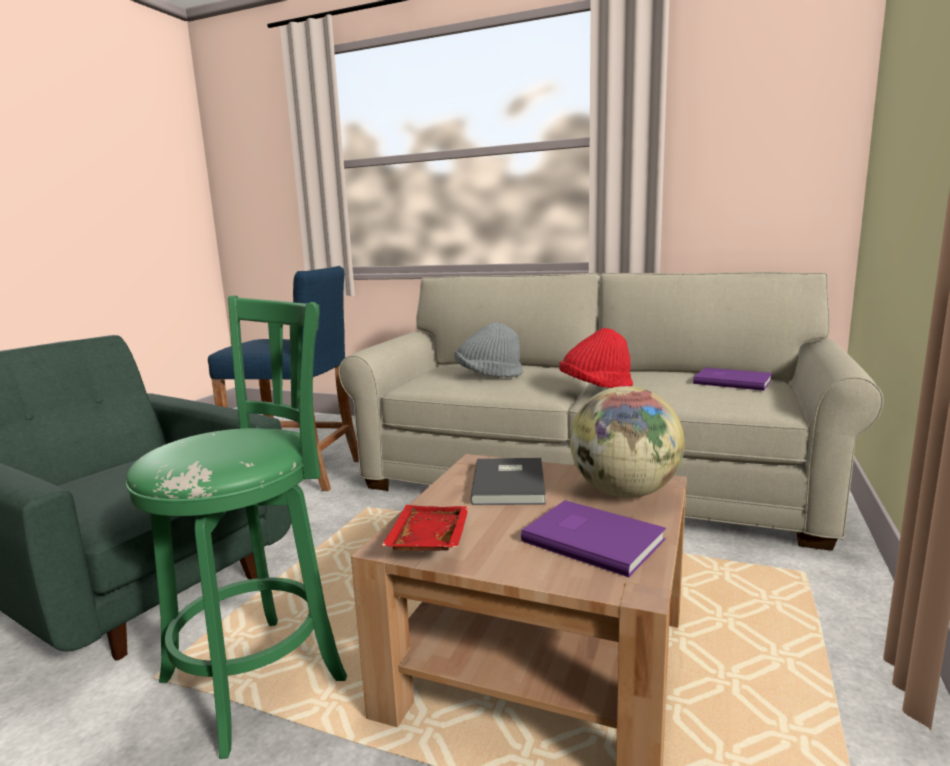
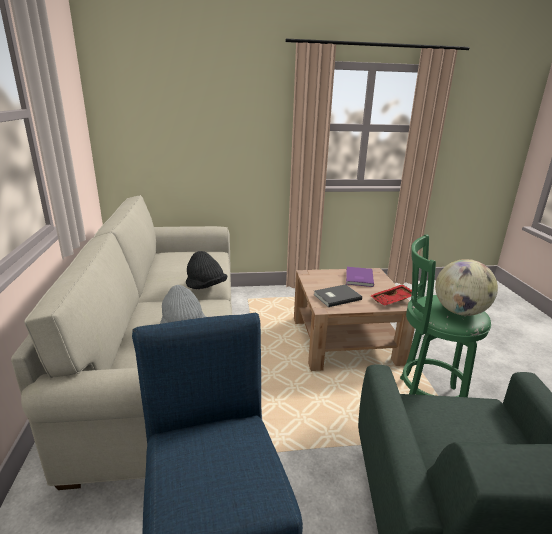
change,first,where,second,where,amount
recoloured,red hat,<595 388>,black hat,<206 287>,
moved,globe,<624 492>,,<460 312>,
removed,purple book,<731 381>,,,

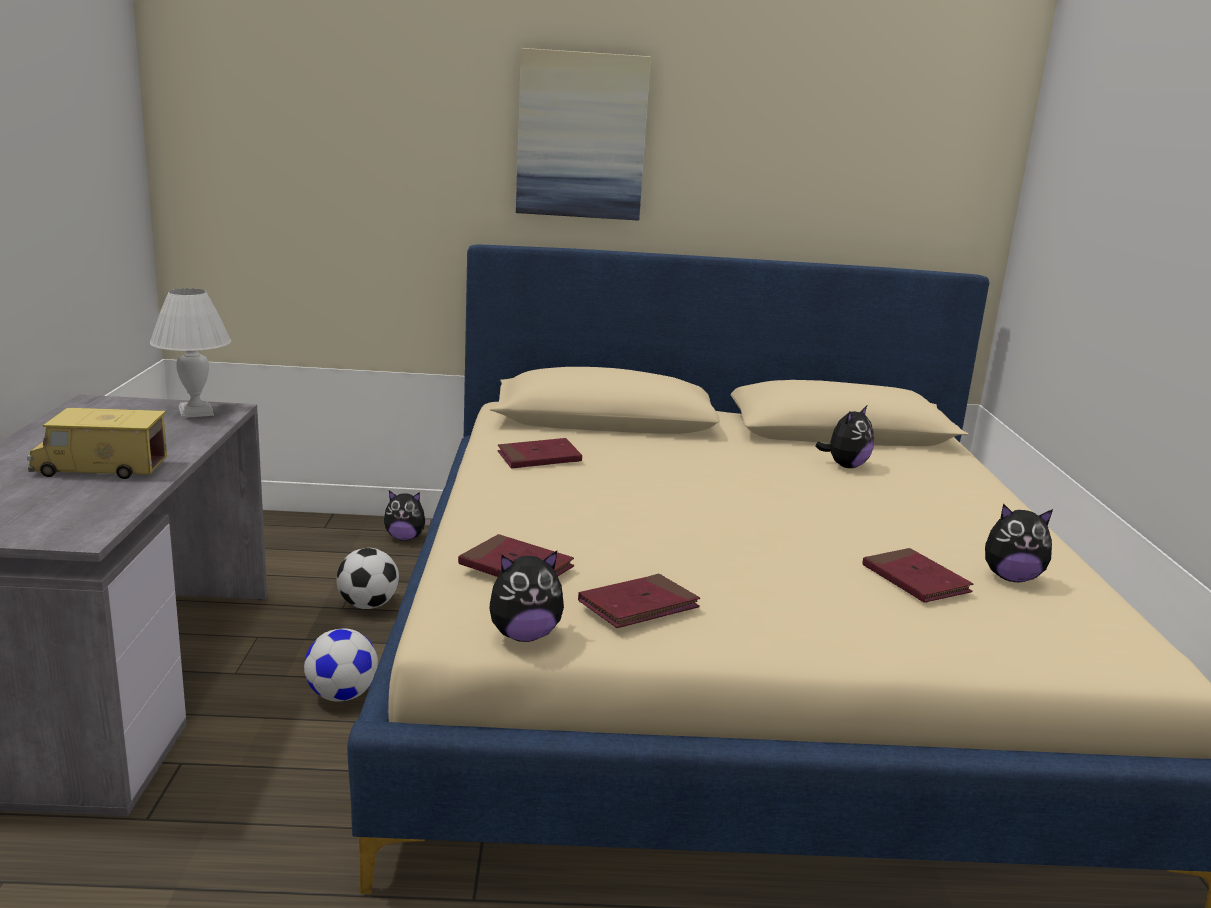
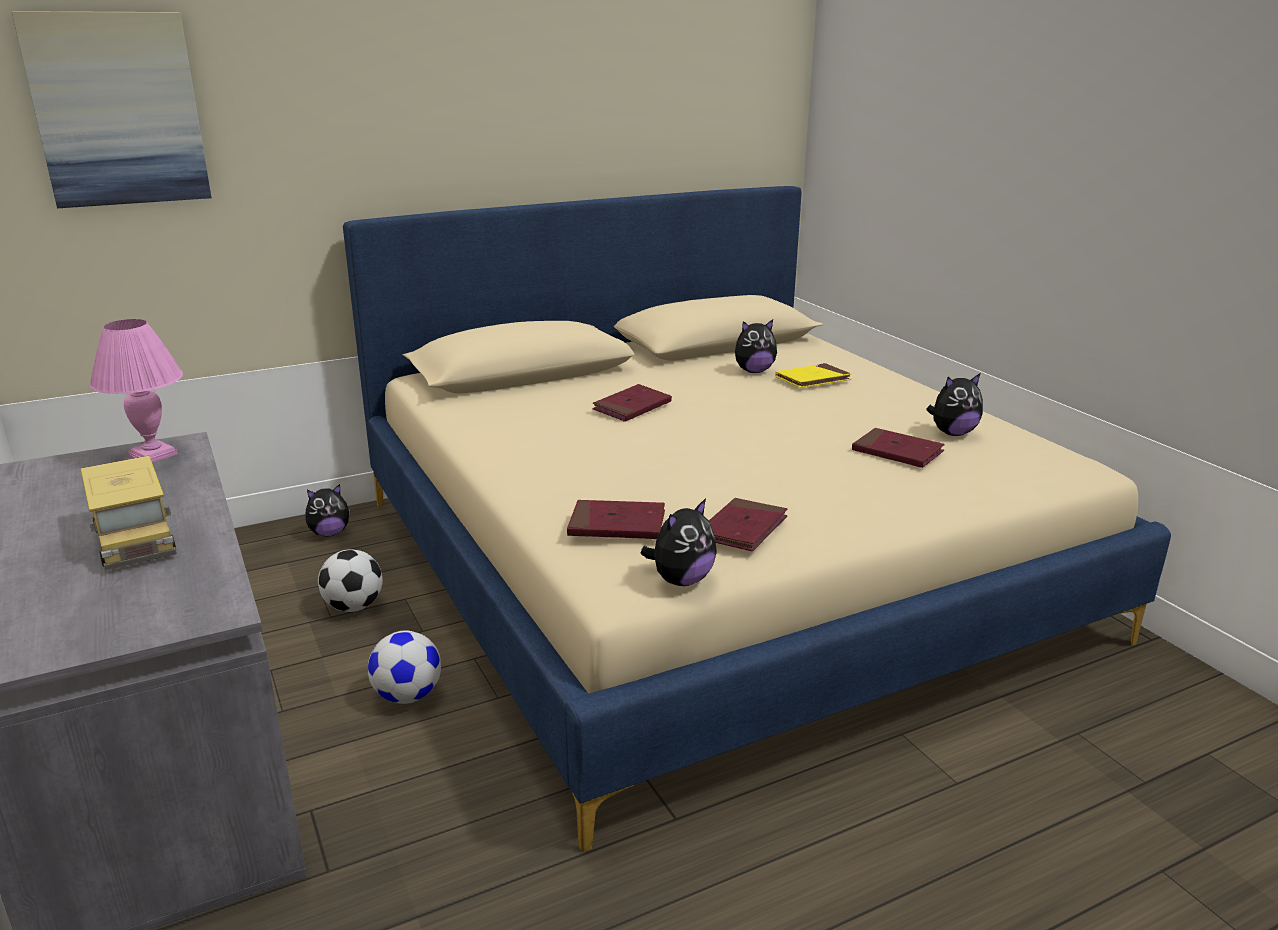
change,first,where,second,where,amount
turned,toy truck,<101 468>,,<135 538>,90 degrees counterclockwise
recoloured,white table lamp,<195 412>,pink table lamp,<152 455>,
moved,red book,<539 458>,,<632 407>,
moved,picture,<581 136>,,<117 110>,
turned,plush toy,<845 466>,,<753 371>,60 degrees clockwise
added,,,yellow book,<813 379>,

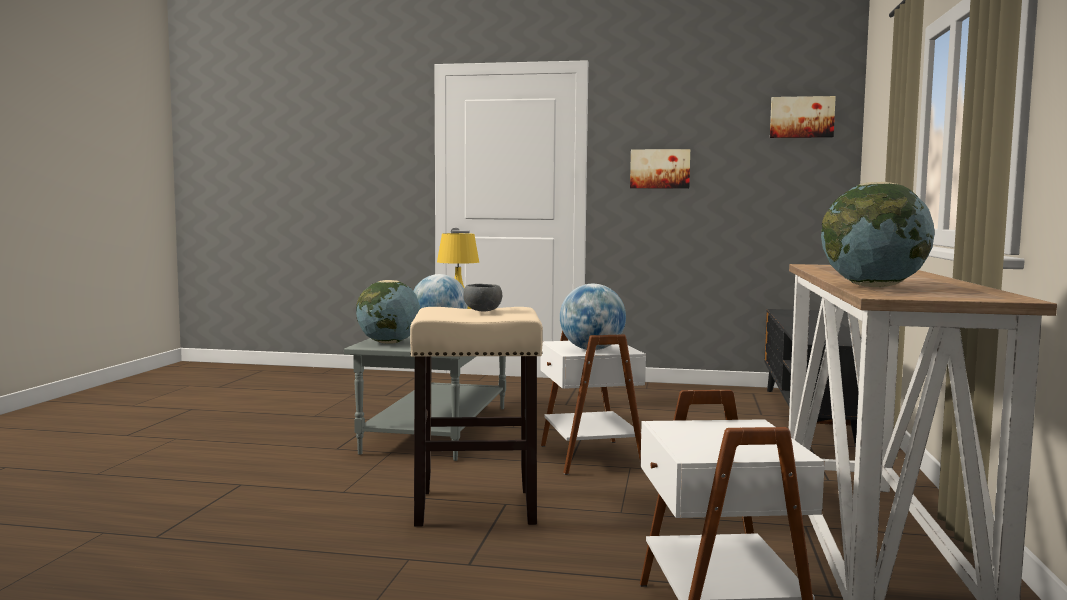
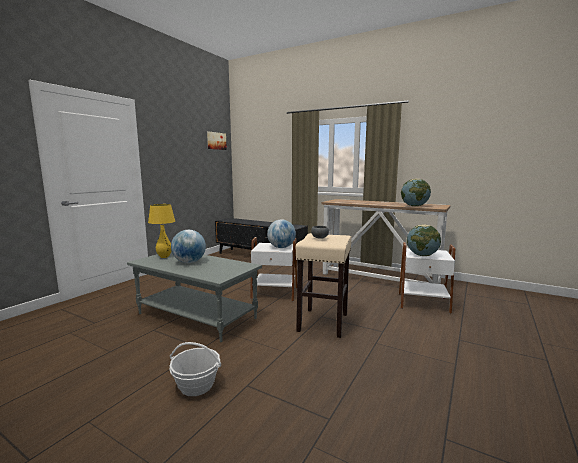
change,first,where,second,where,amount
moved,globe,<388 343>,,<422 255>,
removed,picture,<660 169>,,,
added,,,basket,<196 385>,

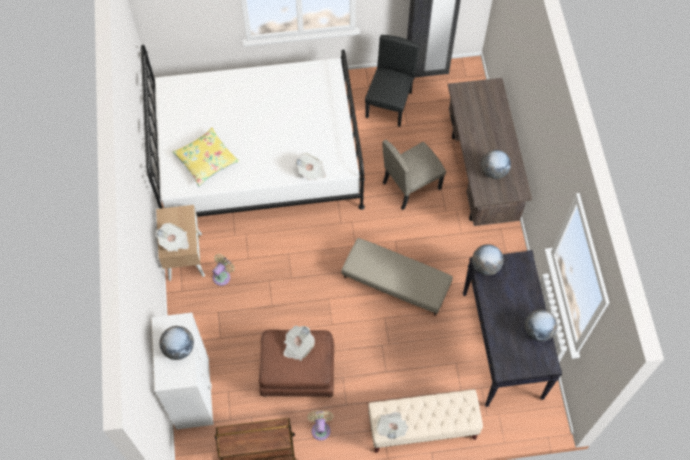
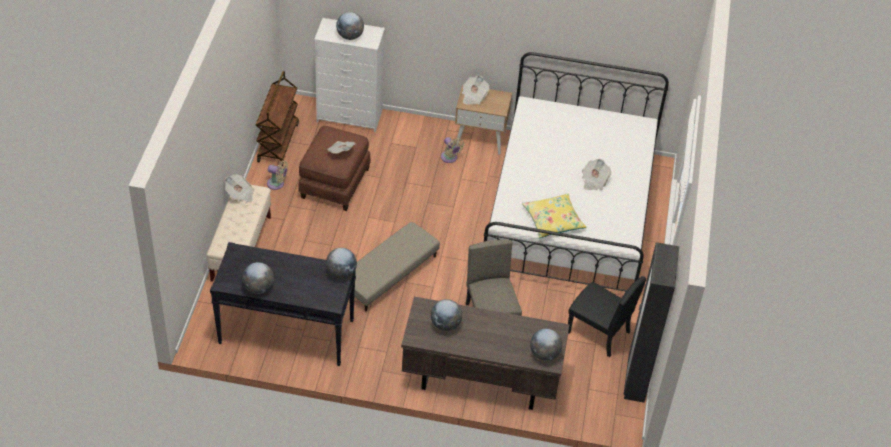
change,first,where,second,where,amount
moved,yellow pillow,<206 160>,,<553 220>,
moved,newspaper,<311 171>,,<594 181>,
added,,,globe,<544 354>,

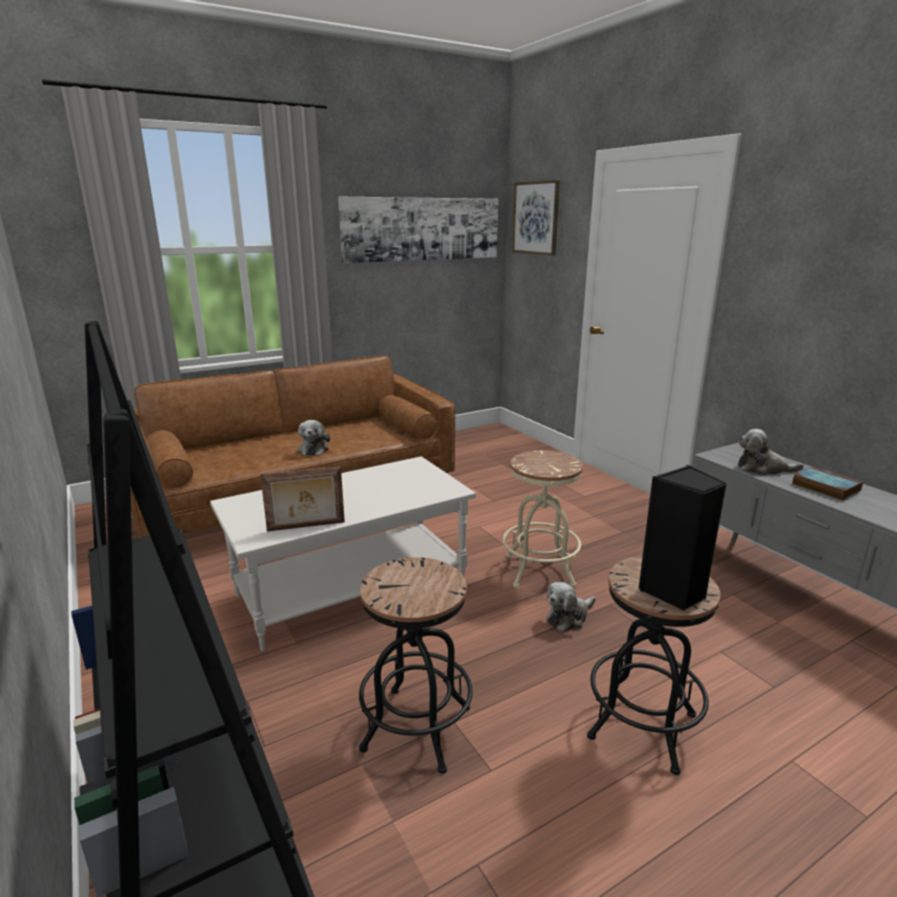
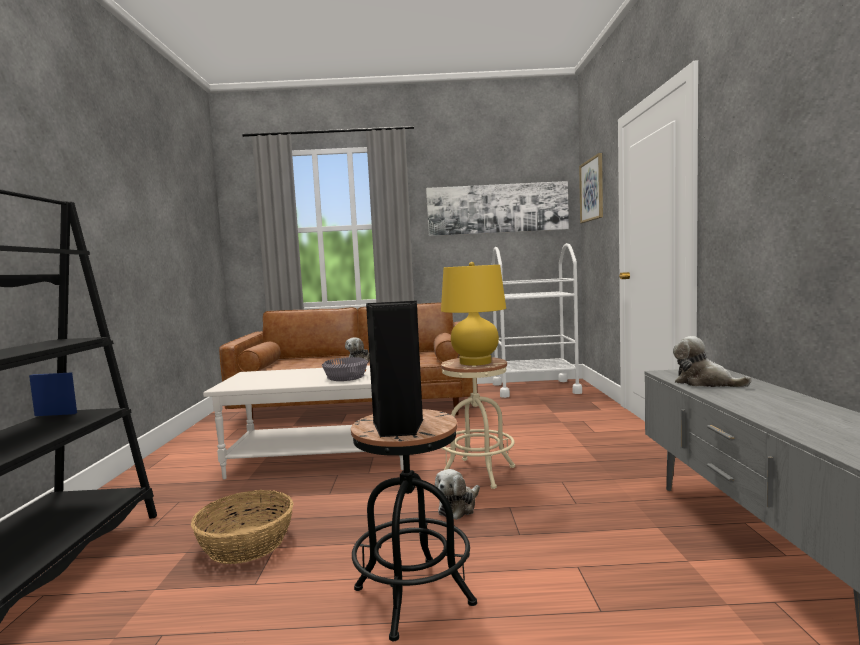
change,first,where,second,where,amount
removed,picture frame,<306 527>,,,
replaced,black stool,<416 728>,basket,<246 543>,
turned,plush toy,<569 617>,,<458 507>,45 degrees counterclockwise
removed,book,<823 487>,,,
added,,,grey bowl,<346 377>,
added,,,yellow table lamp,<475 362>,
added,,,white cart,<535 388>,

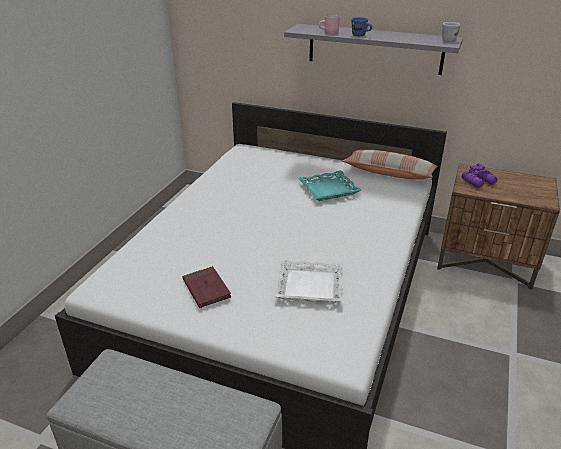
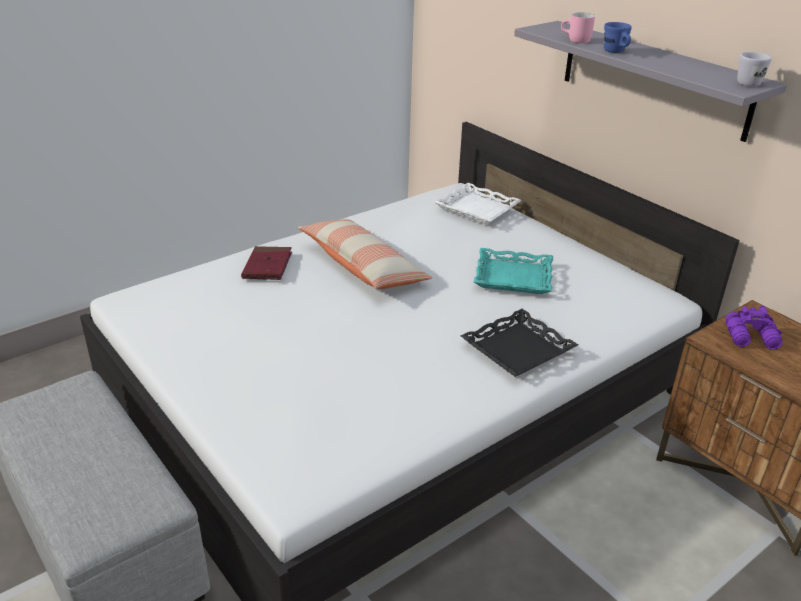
change,first,where,second,where,amount
moved,red book,<206 289>,,<267 266>,
moved,white tray,<309 286>,,<477 209>,
moved,pillow,<389 173>,,<363 267>,
added,,,black tray,<518 350>,

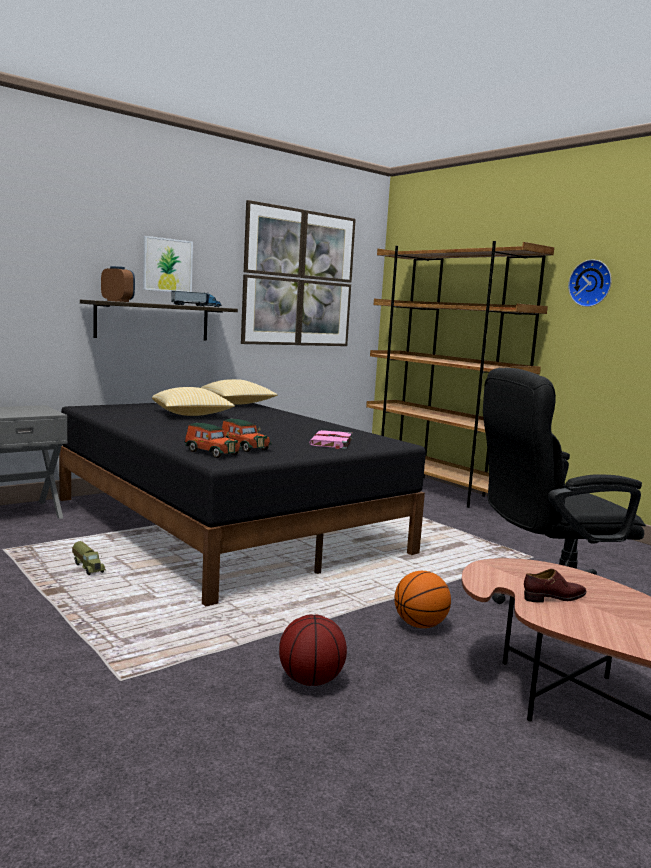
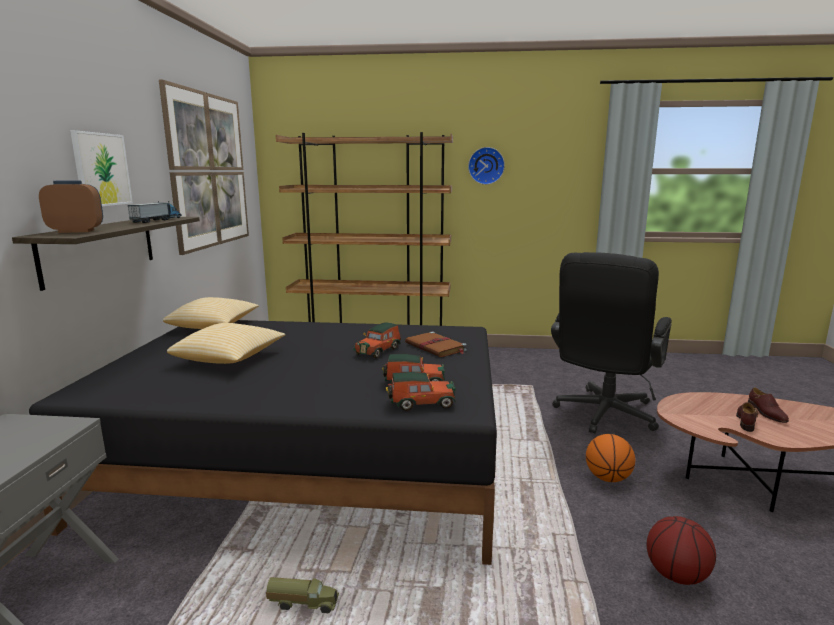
change,first,where,second,where,amount
recoloured,pink book,<331 442>,brown book,<436 347>,
added,,,toy car,<379 350>,
added,,,brown shoe,<766 413>,

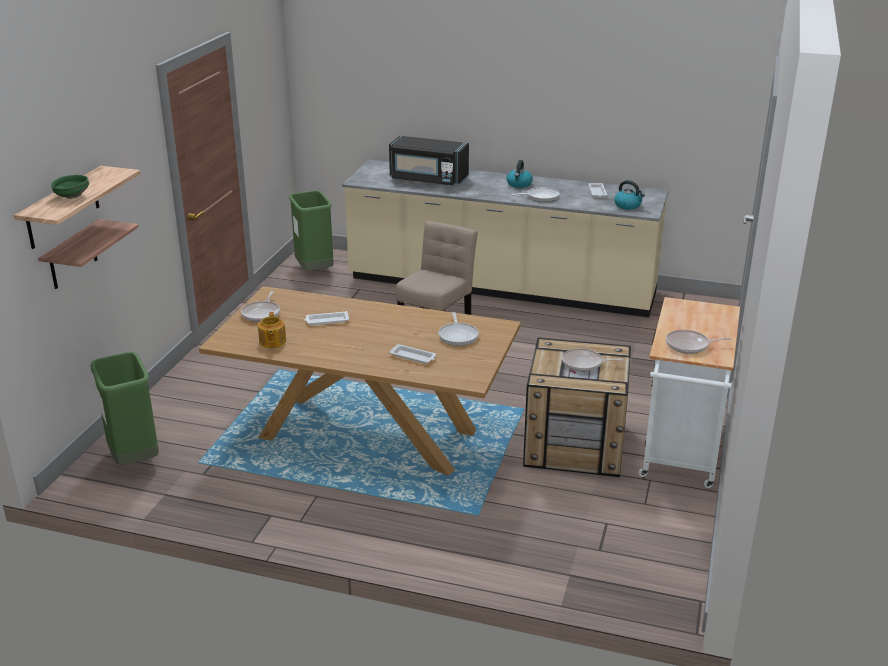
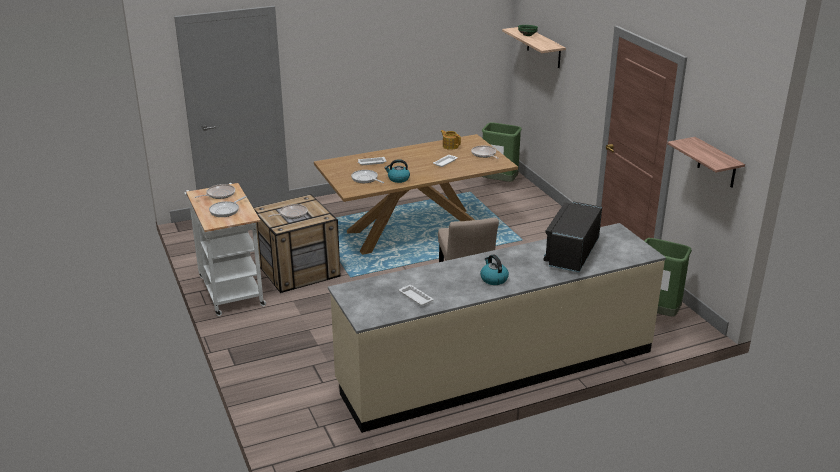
change,first,where,second,where,amount
moved,shelf,<72 255>,,<717 163>,
turned,black microwave,<428 179>,,<571 253>,45 degrees counterclockwise
moved,frying pan,<540 197>,,<226 210>,
moved,kettle,<628 205>,,<398 179>,

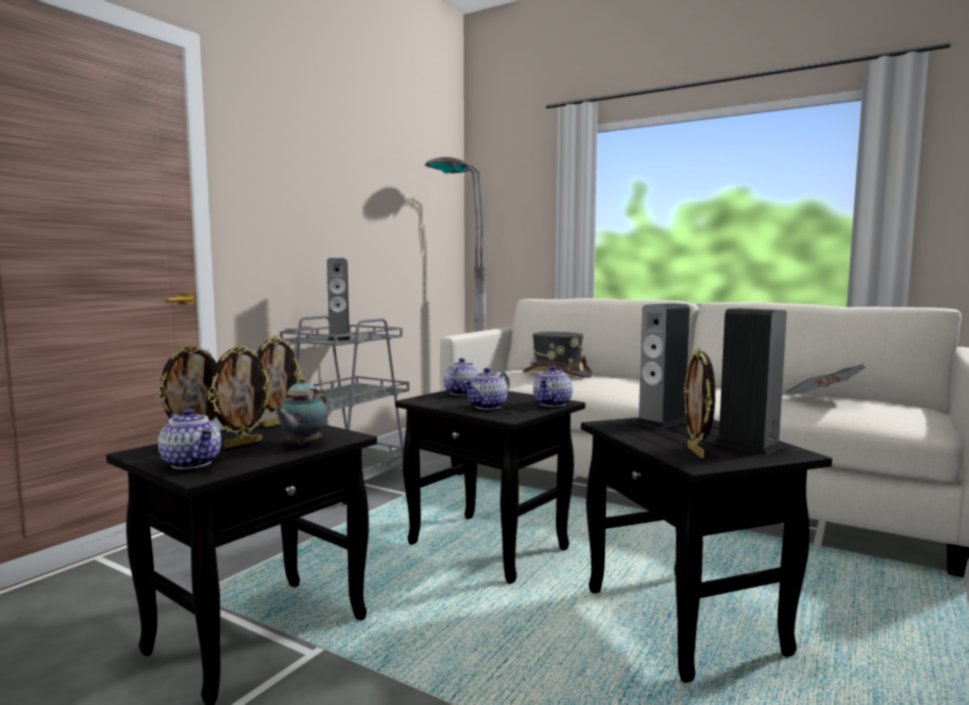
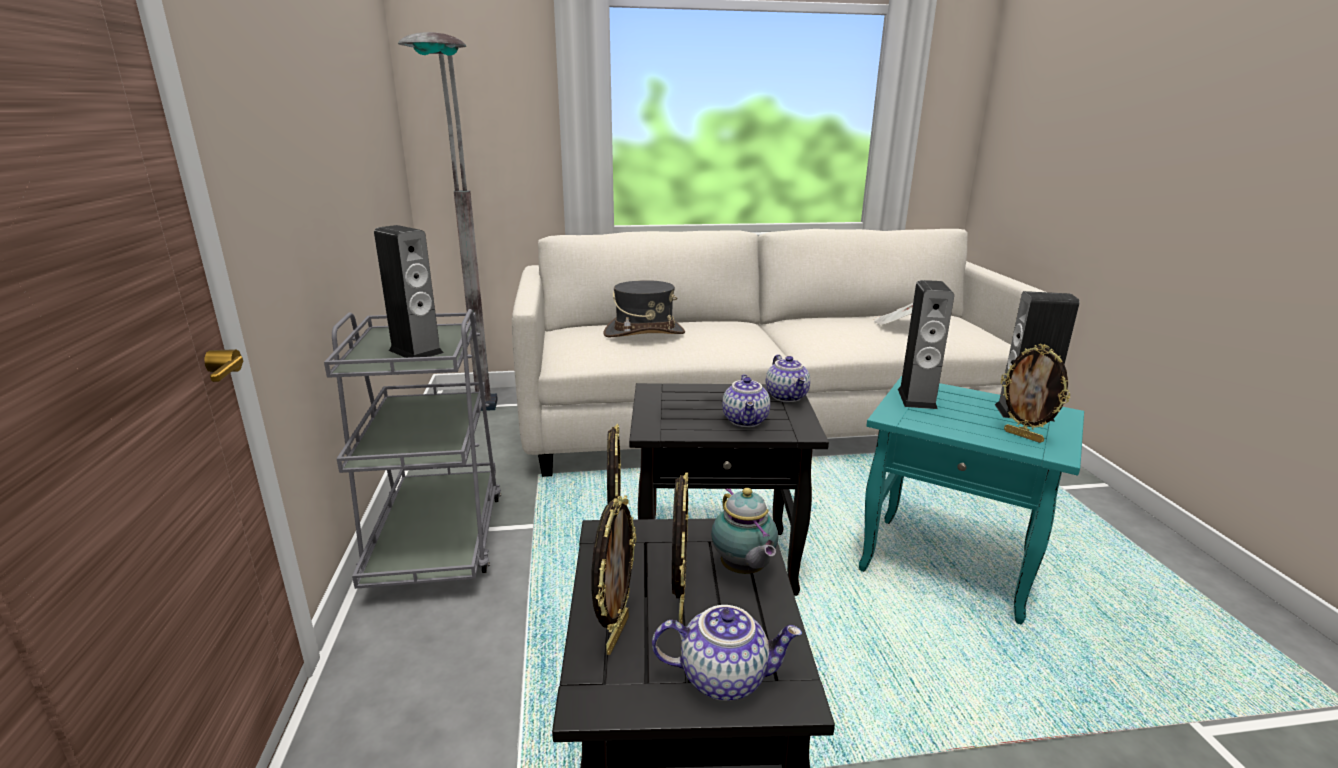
change,first,where,second,where,amount
removed,teapot,<460 393>,,,
recoloured,black side table,<687 622>,turquoise side table,<950 566>,

